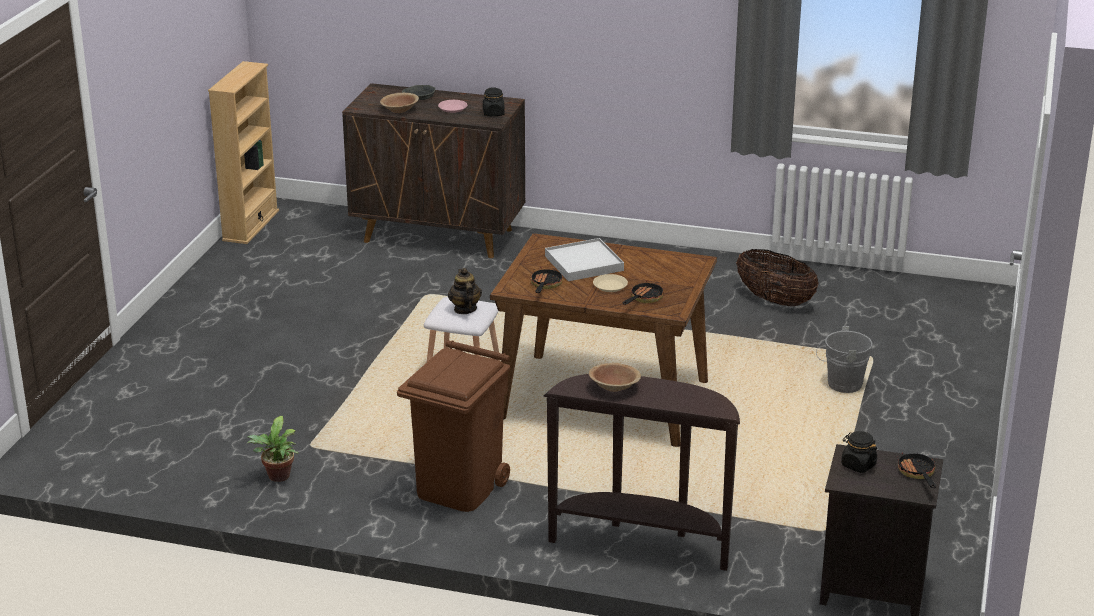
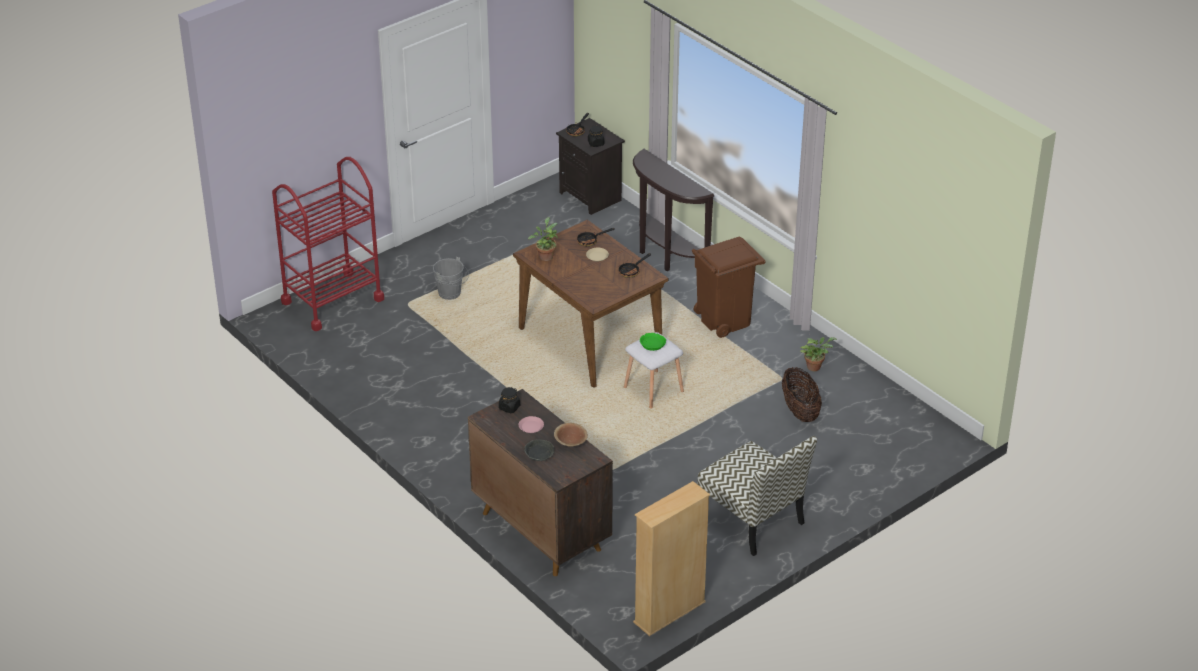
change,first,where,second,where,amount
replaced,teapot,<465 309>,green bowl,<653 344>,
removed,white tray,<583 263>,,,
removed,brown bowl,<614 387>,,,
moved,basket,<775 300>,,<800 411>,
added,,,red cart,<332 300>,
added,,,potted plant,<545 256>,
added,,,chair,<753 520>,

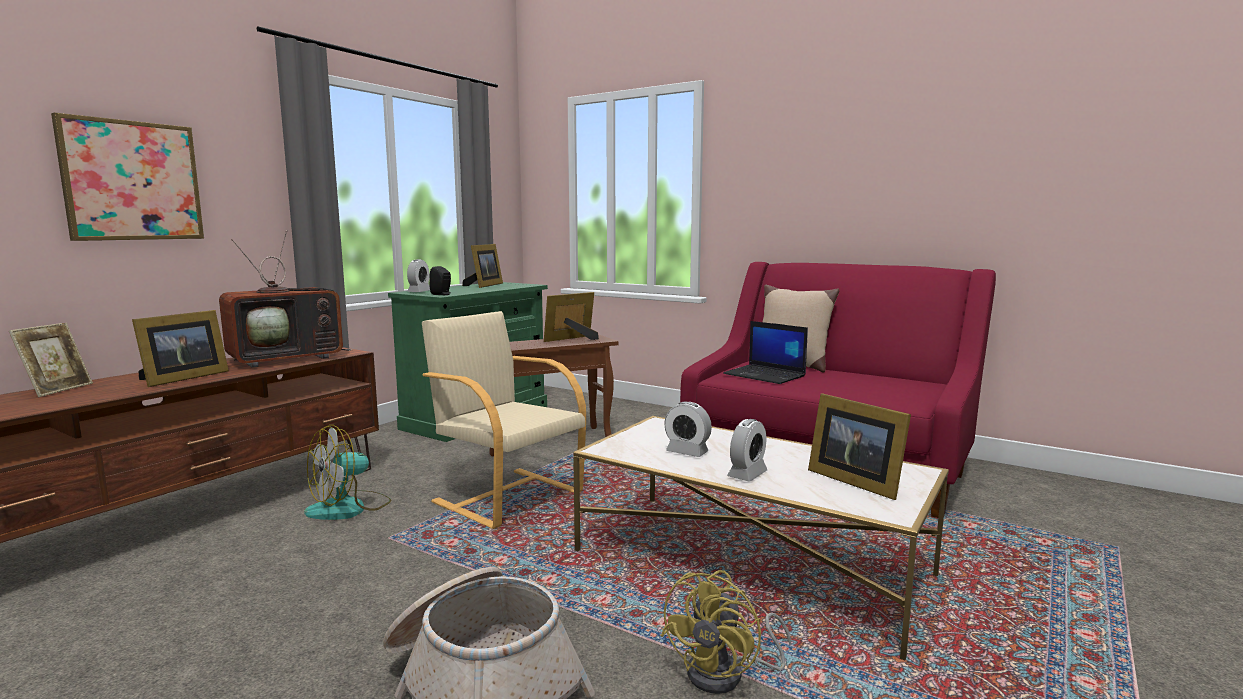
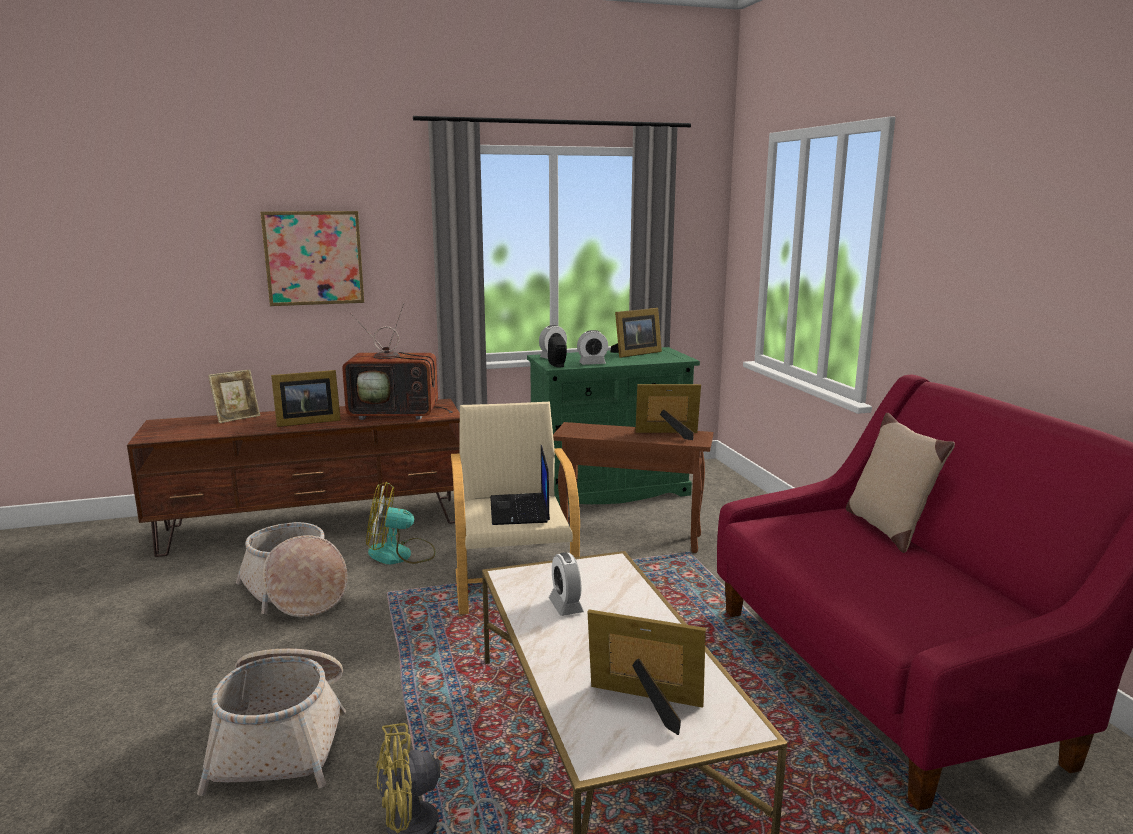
change,first,where,second,where,amount
moved,laptop,<765 375>,,<520 510>,
moved,alarm clock,<747 474>,,<592 363>,
turned,picture frame,<854 480>,,<647 705>,105 degrees clockwise
added,,,basket,<295 592>,

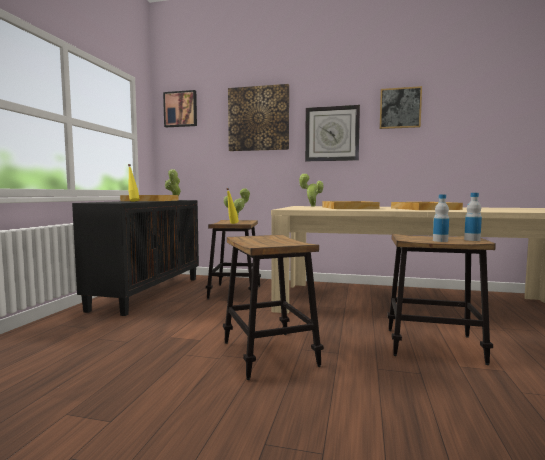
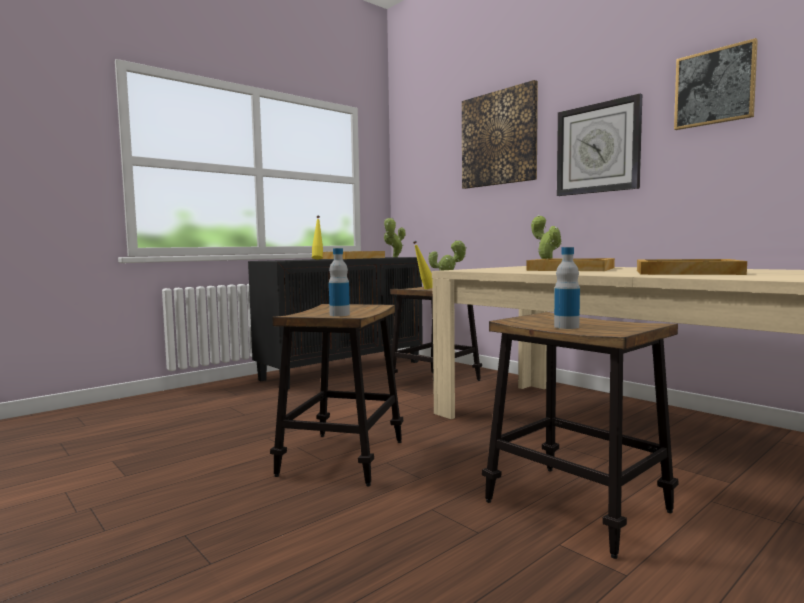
change,first,where,second,where,amount
removed,picture,<181 109>,,,
moved,bottle,<472 240>,,<339 315>,

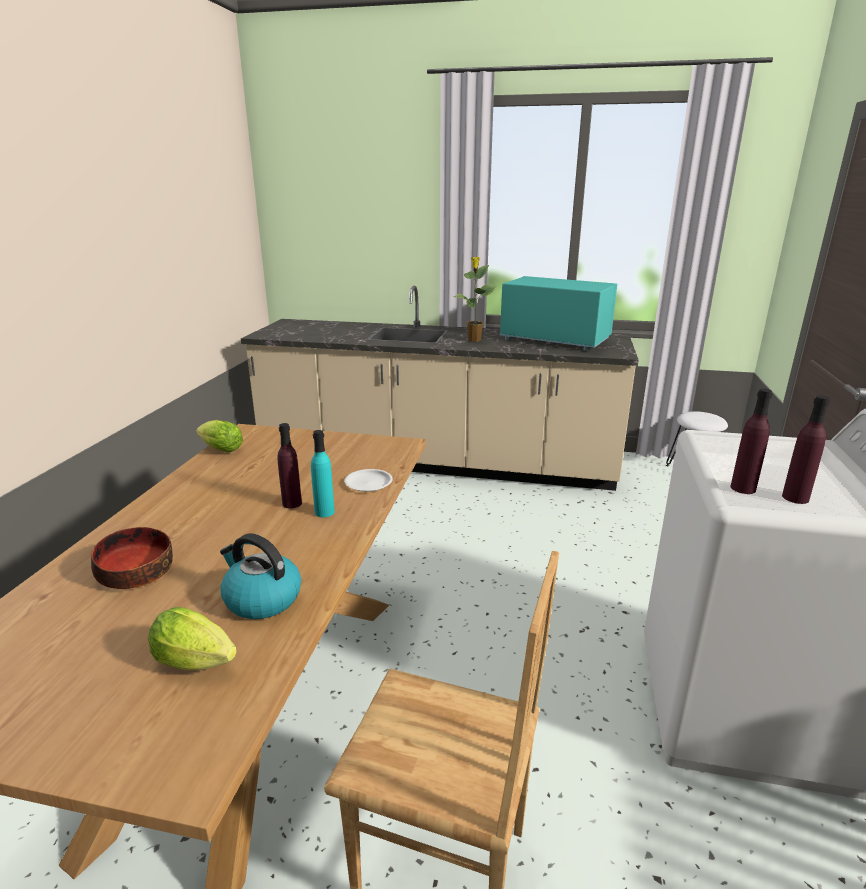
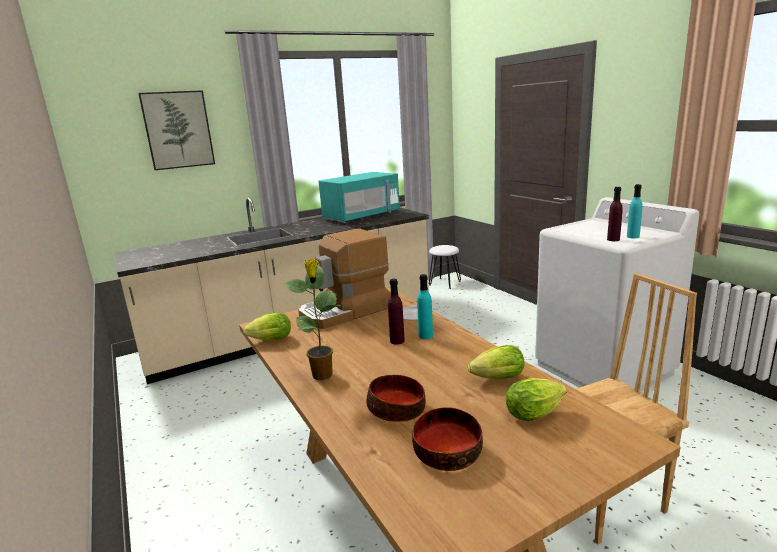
change,first,where,second,where,amount
replaced,kettle,<261 599>,lettuce,<495 379>,
moved,potted plant,<474 340>,,<323 375>,
turned,turquoise microwave,<554 340>,,<362 217>,150 degrees clockwise
recoloured,purple bottle,<795 498>,turquoise bottle,<633 236>,
added,,,picture,<178 130>,
added,,,coffee machine,<345 311>,
added,,,bowl,<446 452>,

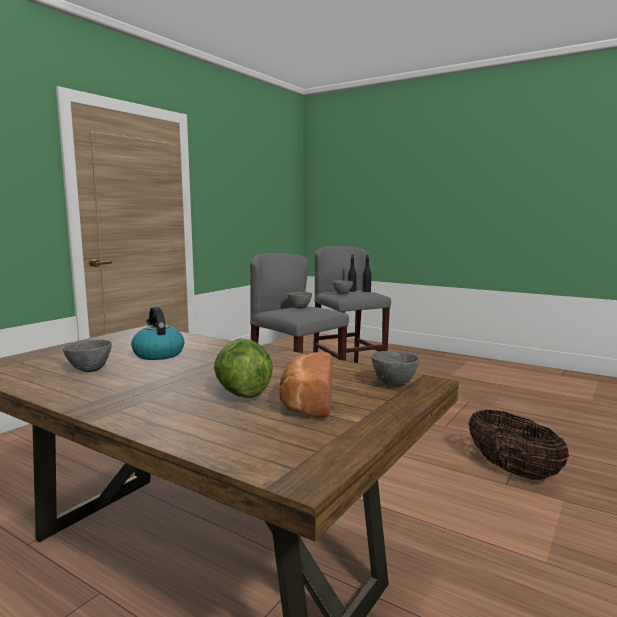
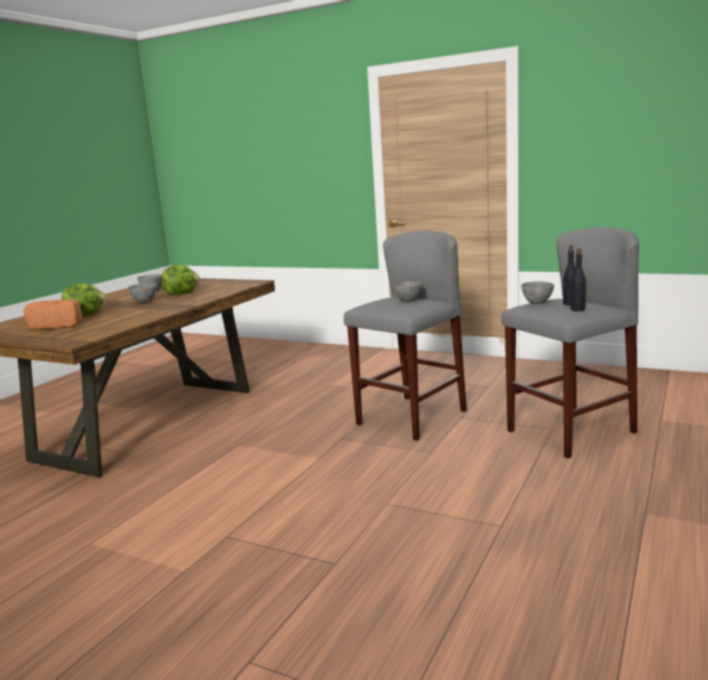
change,first,where,second,where,amount
replaced,kettle,<158 354>,lettuce,<182 293>,
moved,grey bowl,<393 384>,,<144 301>,
removed,basket,<512 470>,,,

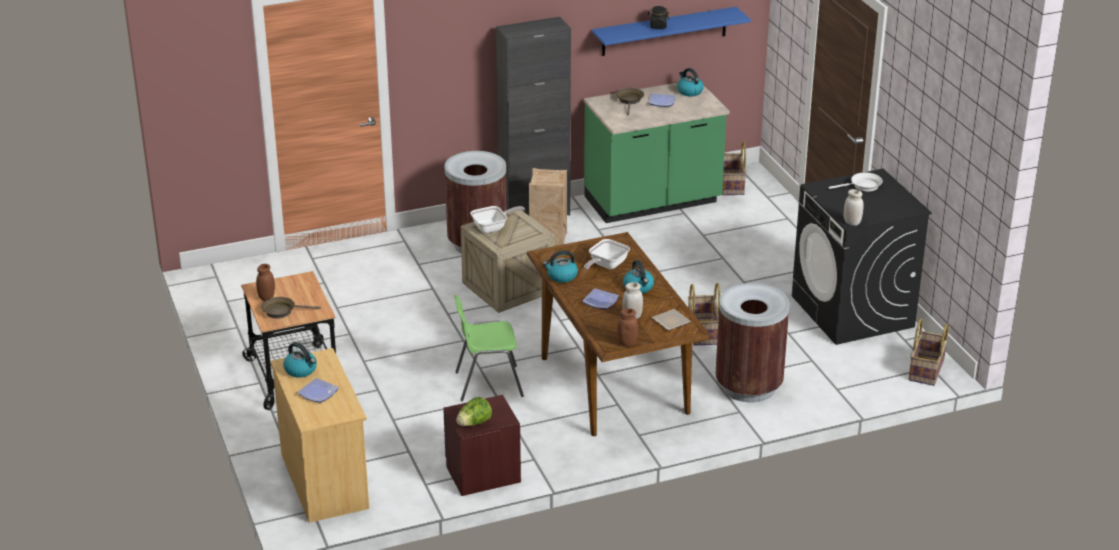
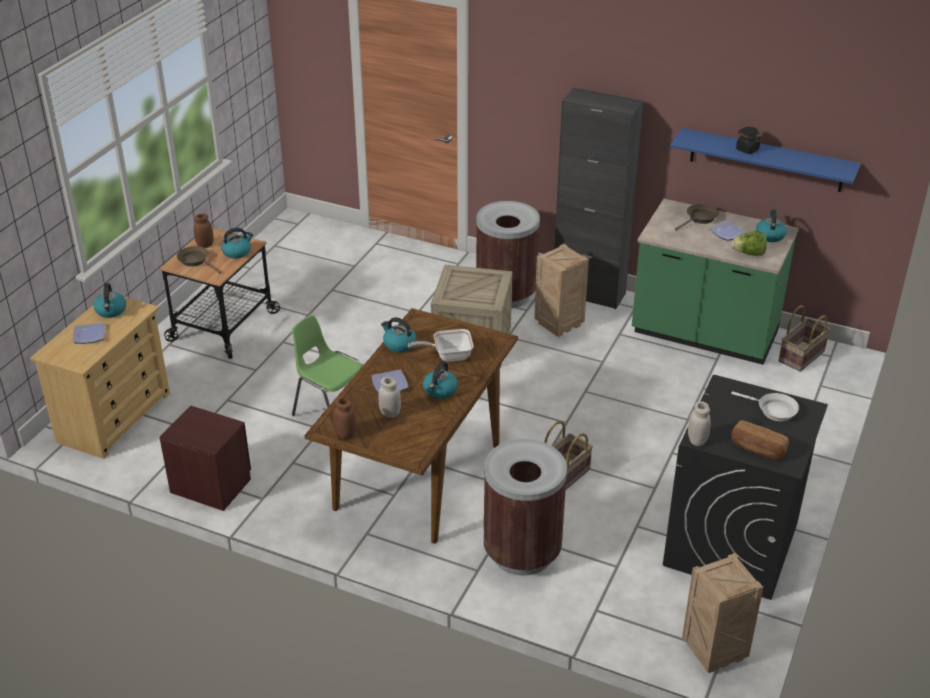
change,first,where,second,where,amount
moved,lettuce,<474 423>,,<748 253>,
removed,frying pan,<493 228>,,,
removed,plate,<672 321>,,,
replaced,basket,<927 370>,crate,<713 653>,
added,,,kettle,<237 252>,
added,,,bread,<757 449>,

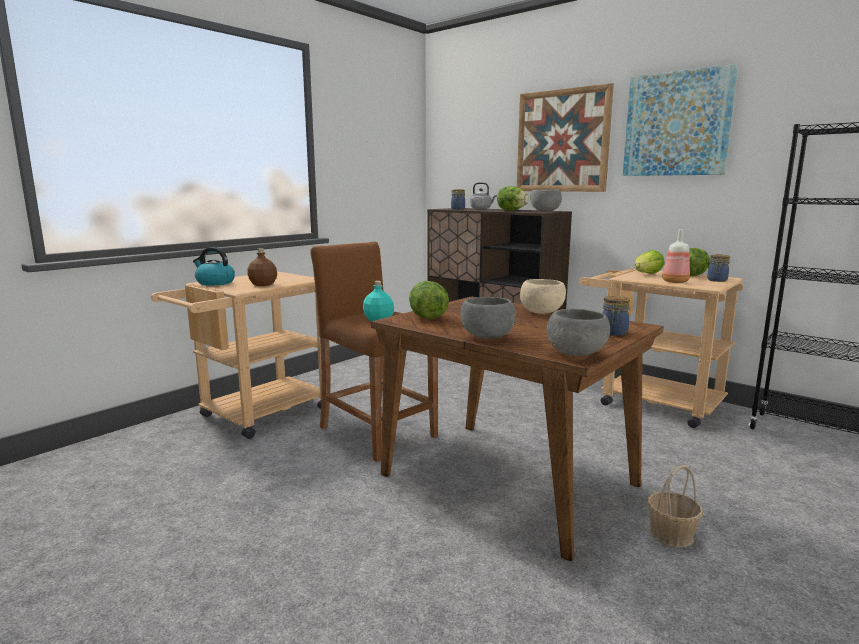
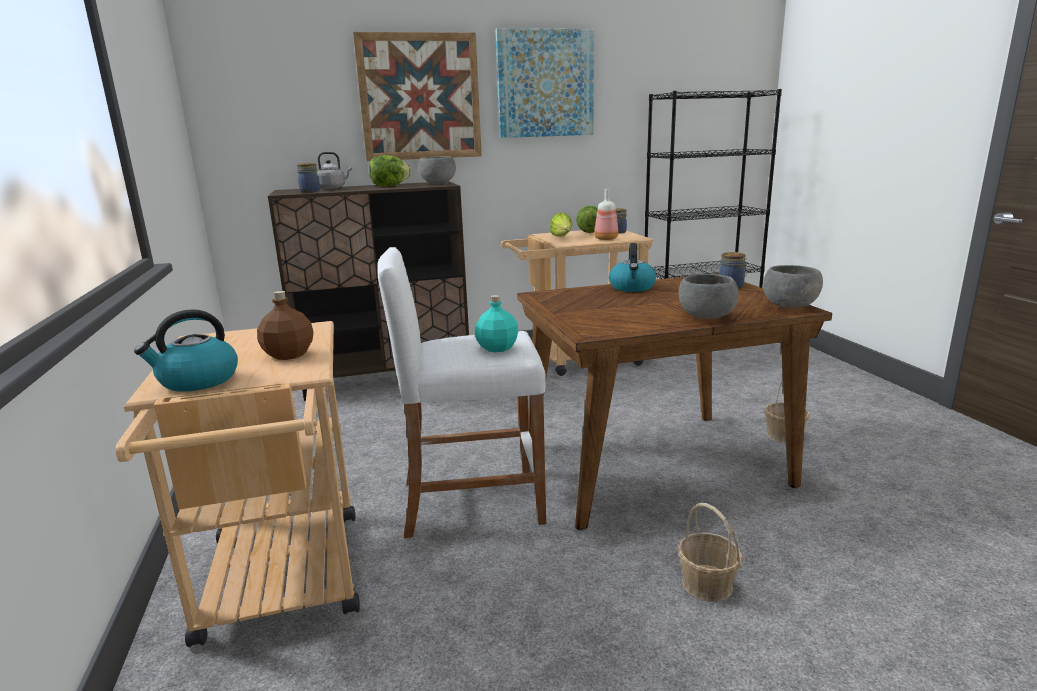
change,first,where,second,where,amount
recoloured,brown stool,<377 432>,white stool,<472 501>,
removed,lettuce,<427 317>,,,
replaced,beige bowl,<542 312>,kettle,<632 287>,
added,,,basket,<707 584>,

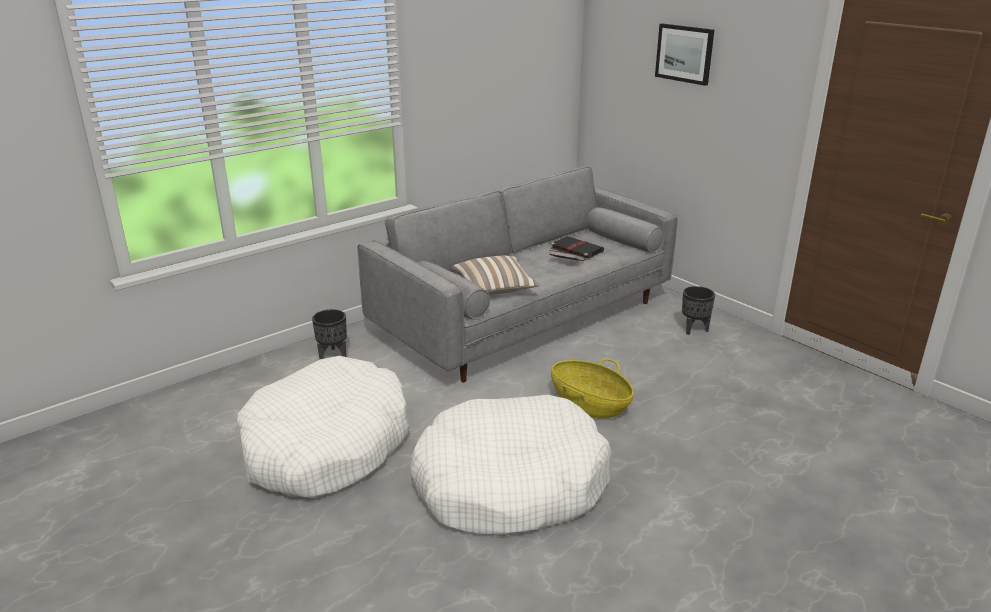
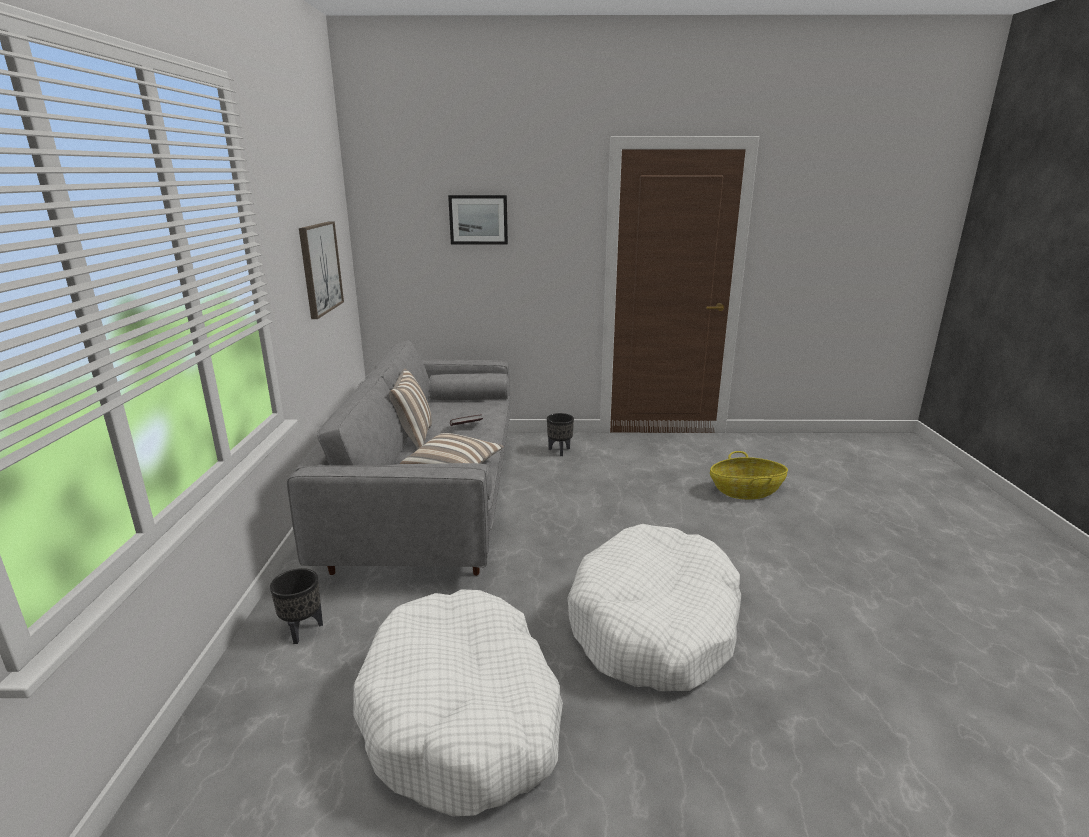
change,first,where,second,where,amount
removed,black book,<575 249>,,,
moved,basket,<589 404>,,<746 491>,
added,,,picture,<320 268>,
added,,,pillow,<414 438>,

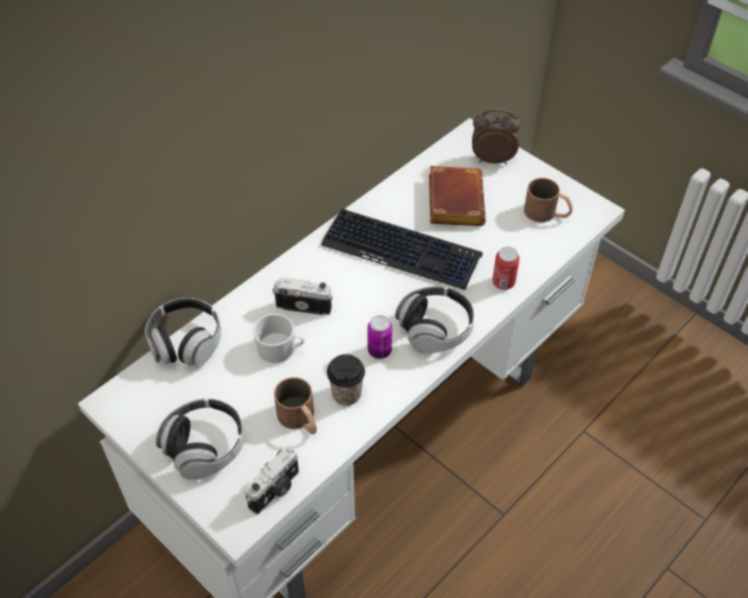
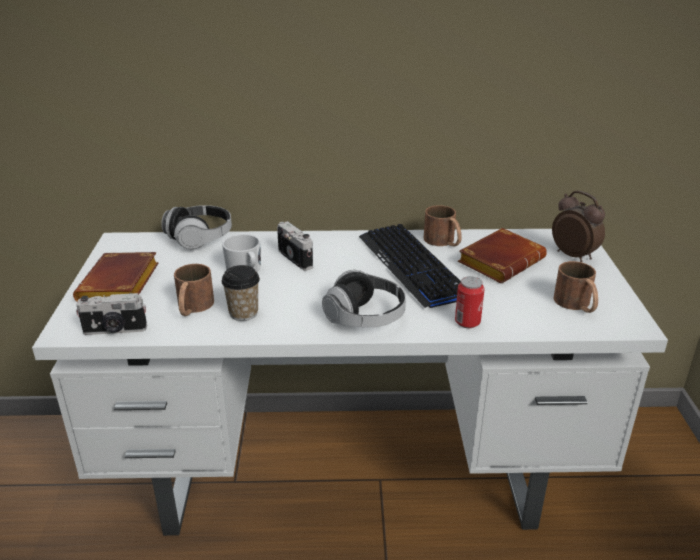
change,first,where,second,where,amount
replaced,headphones,<205 447>,brown book,<121 286>,
removed,can,<379 351>,,,
added,,,brown mug,<443 242>,

